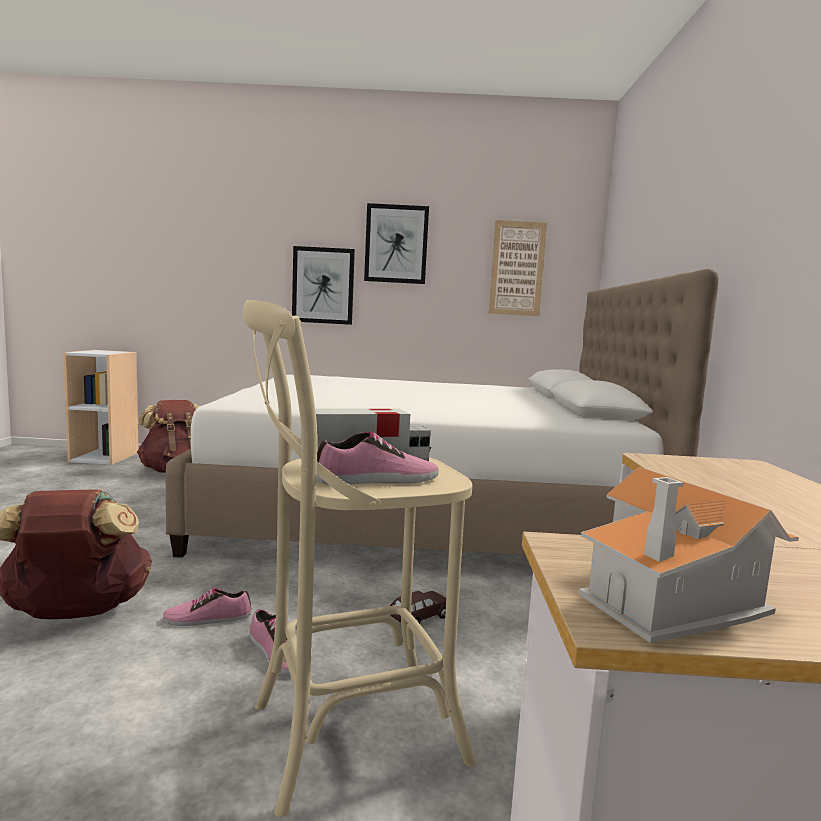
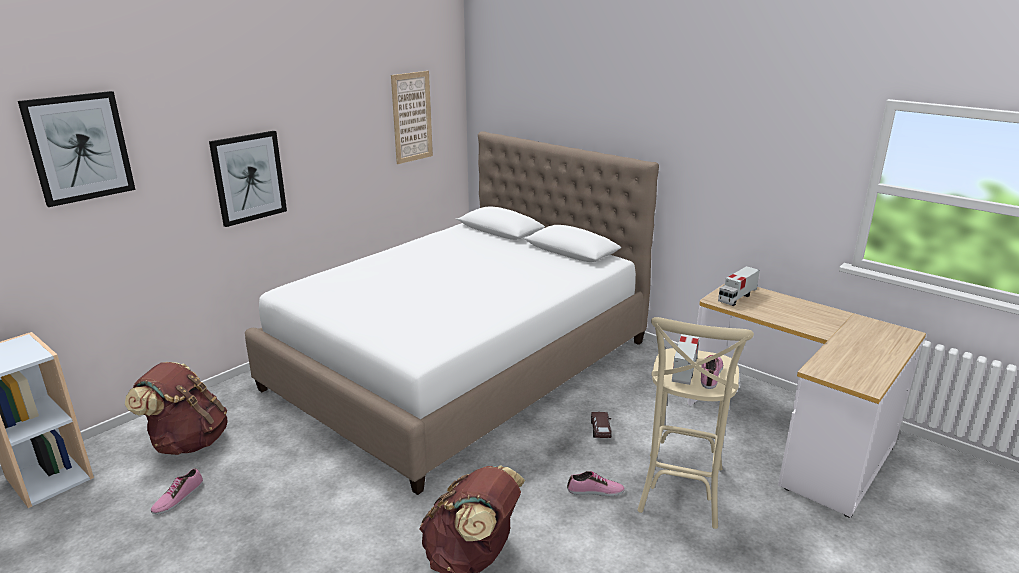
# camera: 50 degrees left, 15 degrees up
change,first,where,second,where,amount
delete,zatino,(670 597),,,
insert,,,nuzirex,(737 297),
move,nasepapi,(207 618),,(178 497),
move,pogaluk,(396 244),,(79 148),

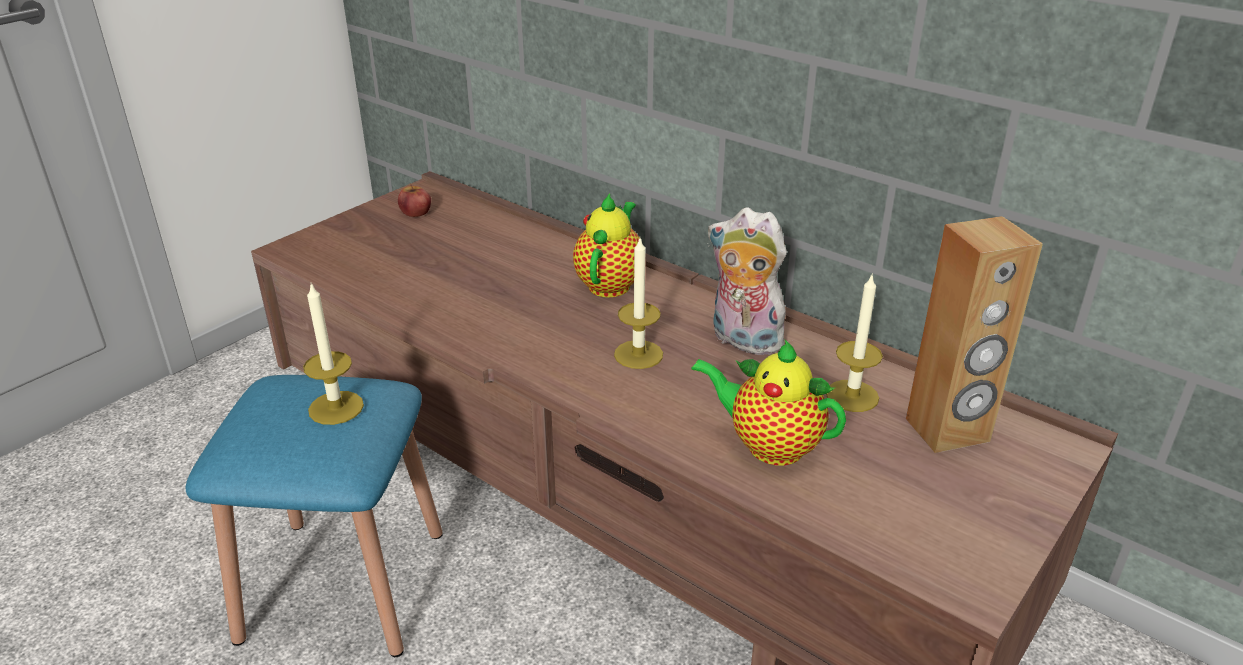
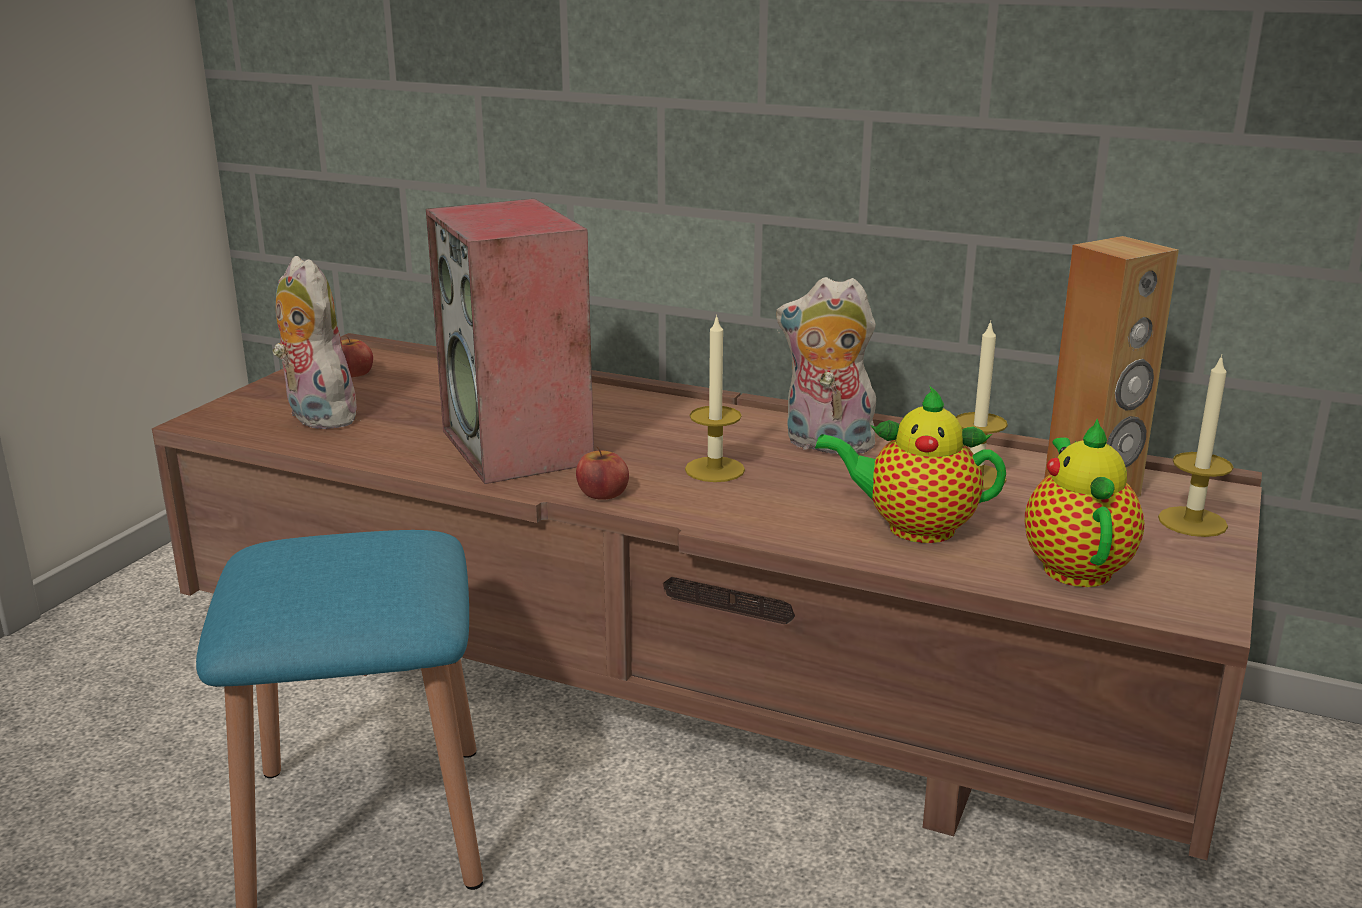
# camera: 15 degrees left, 10 degrees down
change,first,where,second,where,amount
insert,,,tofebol,(316 417),
insert,,,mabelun,(519 447),
insert,,,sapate,(602 492),
move,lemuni,(336 408),,(1192 522),
move,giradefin,(611 283),,(1074 566),

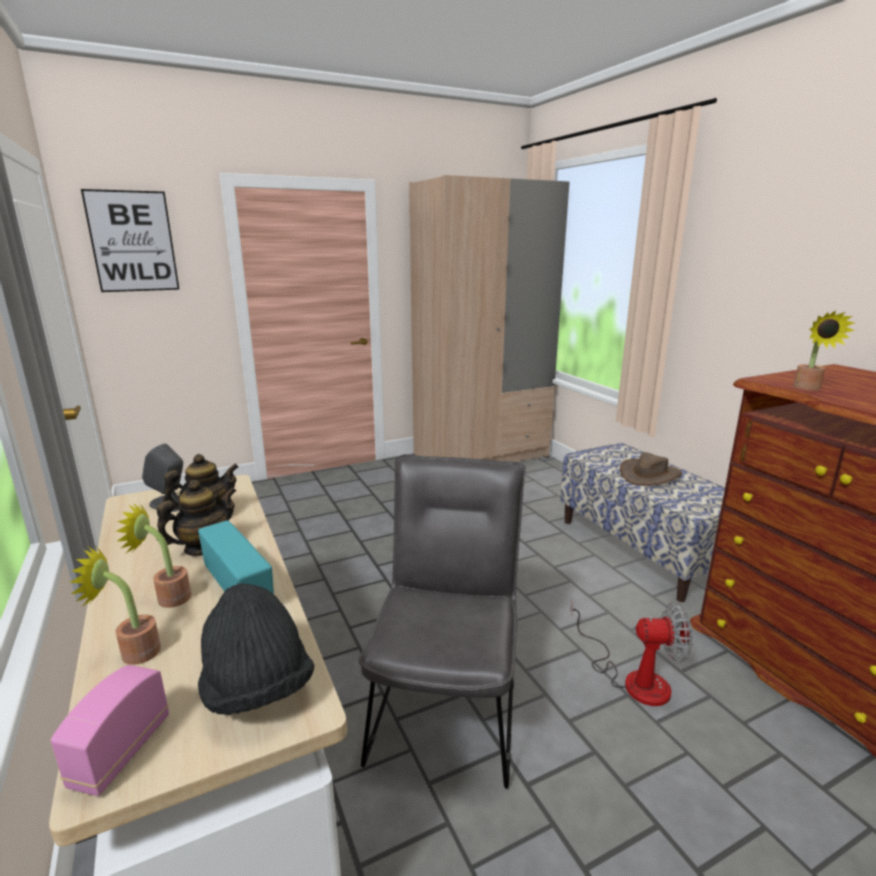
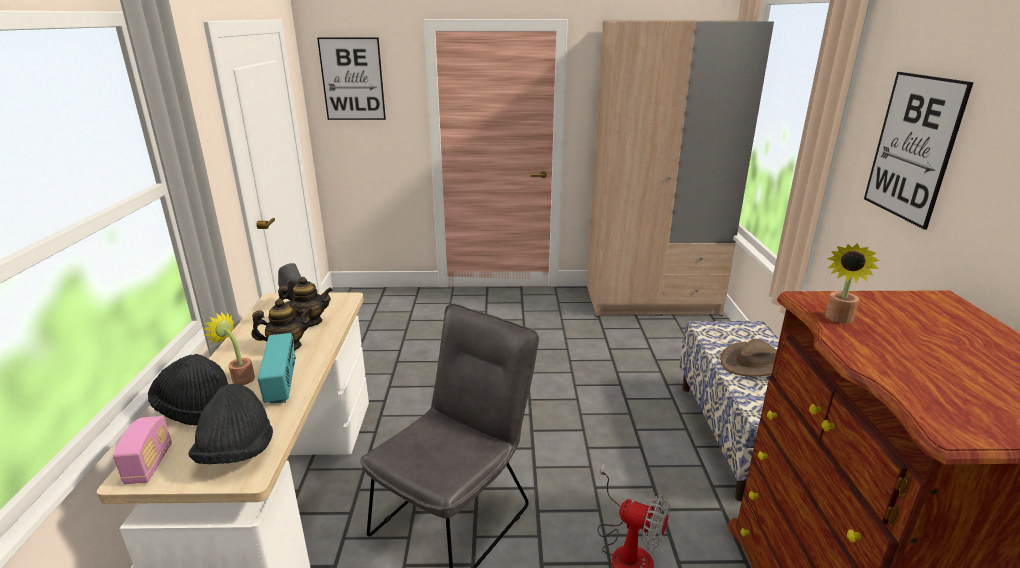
# camera: 25 degrees right, 5 degrees up
change,first,where,second,where,amount
insert,,,pogaluk,(913 148),
replace,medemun,(133 652),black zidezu,(197 408),
rotate,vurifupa,(121 751),,(149 464),135 degrees clockwise

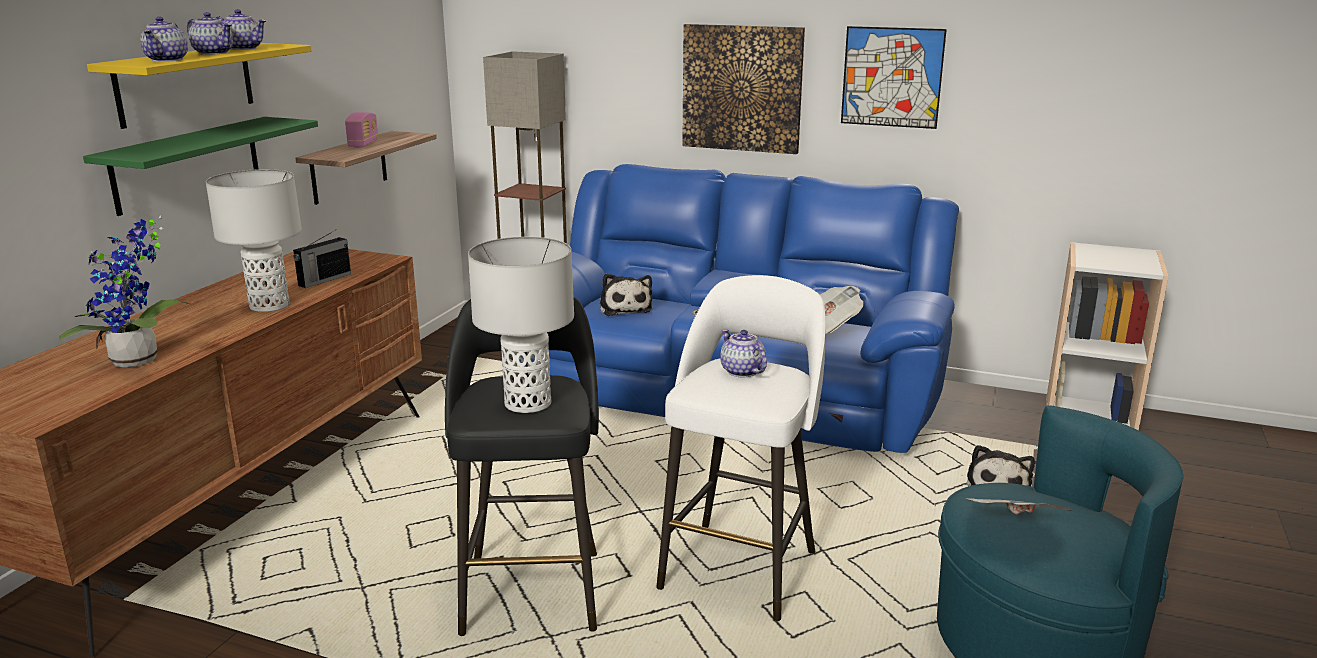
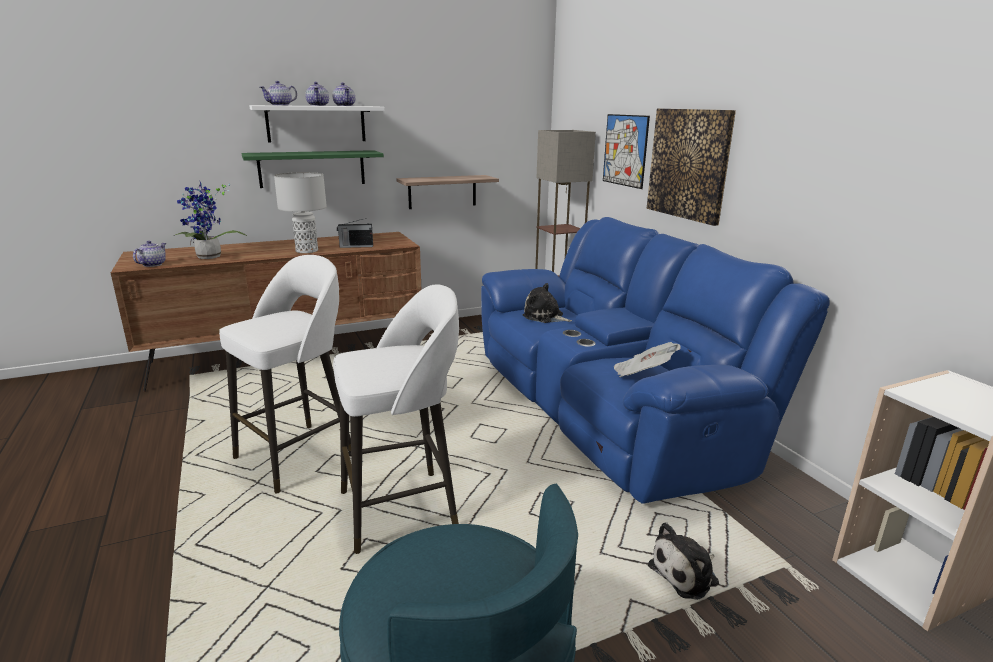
# camera: 45 degrees right, 0 degrees up
change,first,where,second,where,amount
delete,vurifupa,(363 144),,,
delete,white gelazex,(526 403),,,
delete,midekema,(1013 528),,,
move,giradefin,(741 371),,(153 264),
move,pogaluk,(892 77),,(625 150),
recolor,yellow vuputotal,(186 83),white vuputotal,(316 123),
recolor,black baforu,(533 588),white baforu,(298 455),
rotate,tofebol,(625 308),,(545 317),90 degrees clockwise

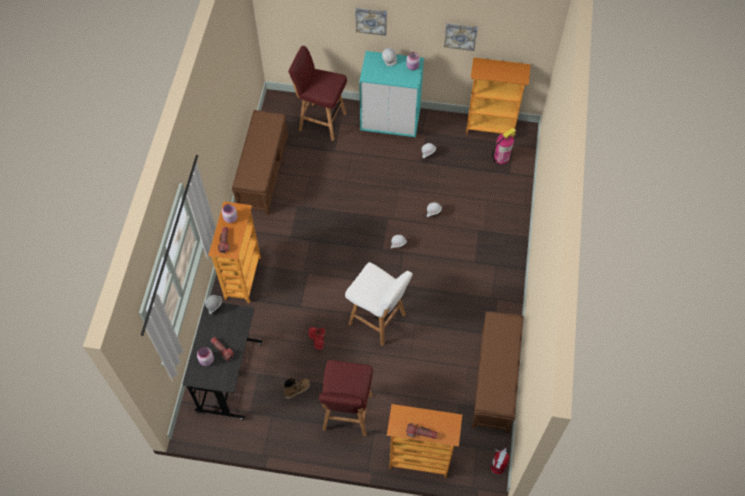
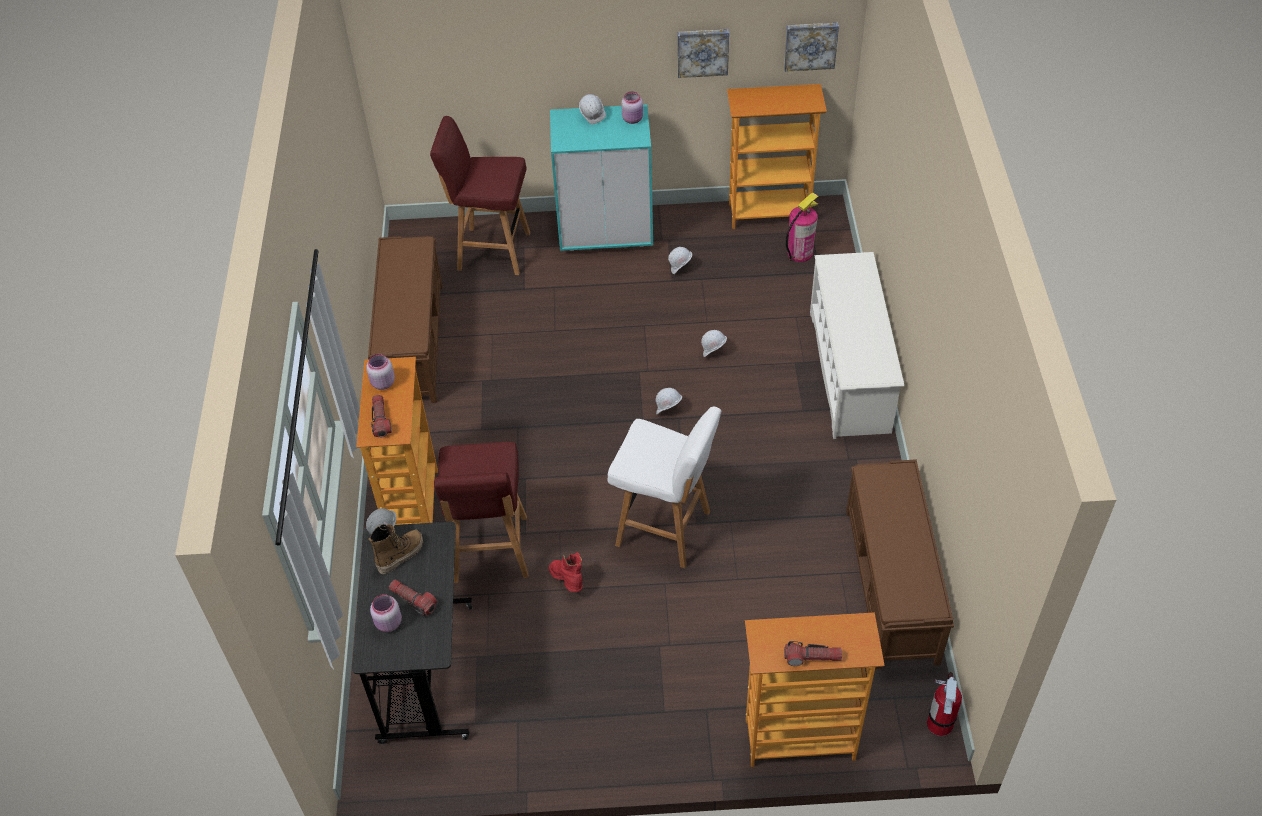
# camera: 10 degrees left, 10 degrees down
change,first,where,second,where,amount
insert,,,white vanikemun,(850 372),
move,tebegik,(297 389),,(400 555),
move,red baforu,(347 413),,(490 551),
move,pogaluk,(371 20),,(810 45),

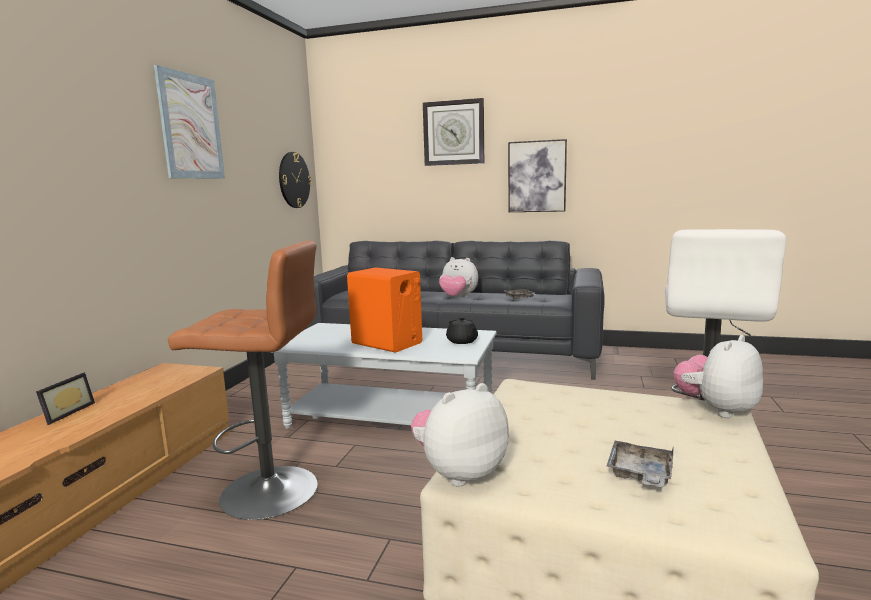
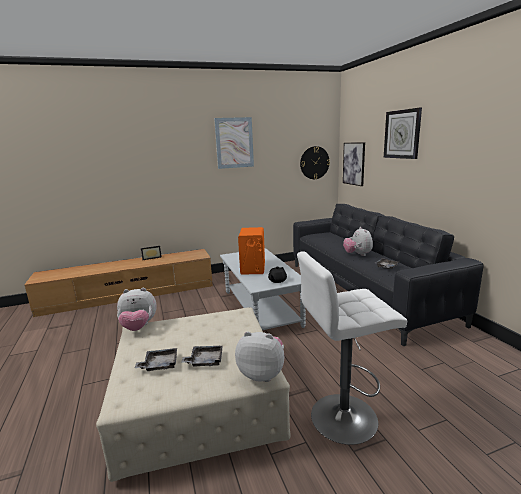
# camera: 55 degrees right, 5 degrees up
change,first,where,second,where,amount
delete,brown baforu,(270 492),,,
insert,,,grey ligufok,(205 361),
move,pogaluk,(537 176),,(354 163),
rotate,tofebol,(459 473),,(139 327),150 degrees clockwise

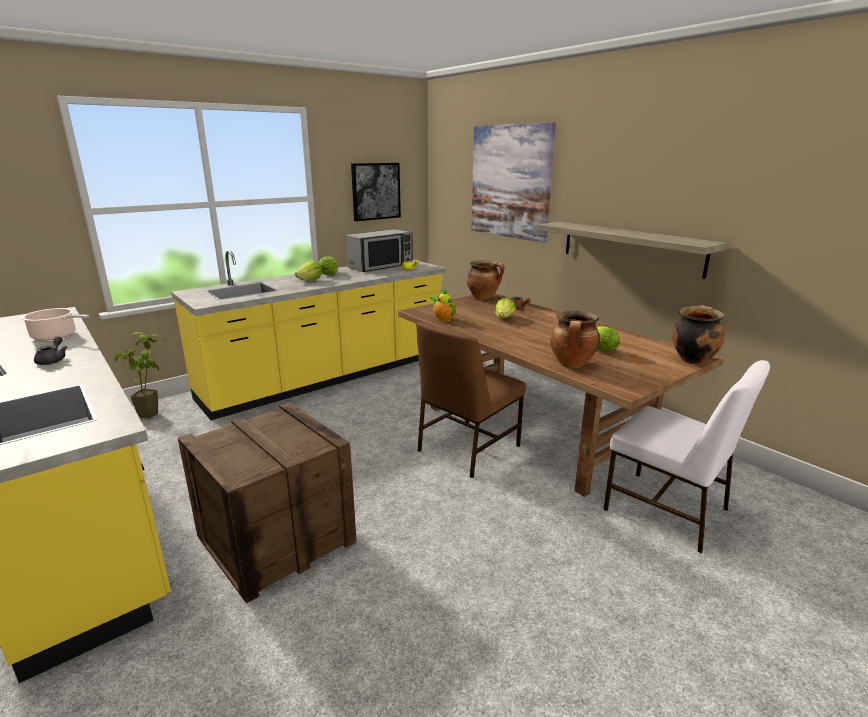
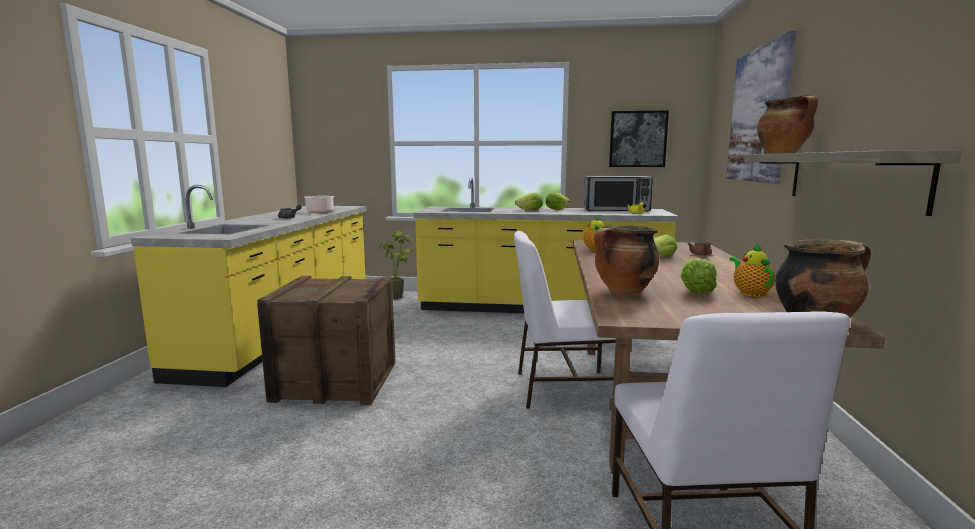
# camera: 45 degrees right, 10 degrees down
change,first,where,second,where,amount
insert,,,giradefin,(750 293),
move,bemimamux,(484 297),,(783 153),
recolor,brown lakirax,(467 449),white lakirax,(563 388),

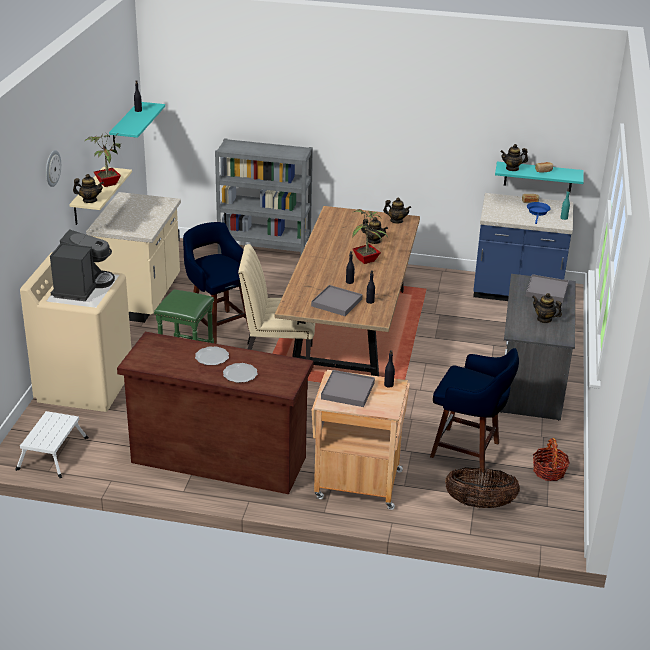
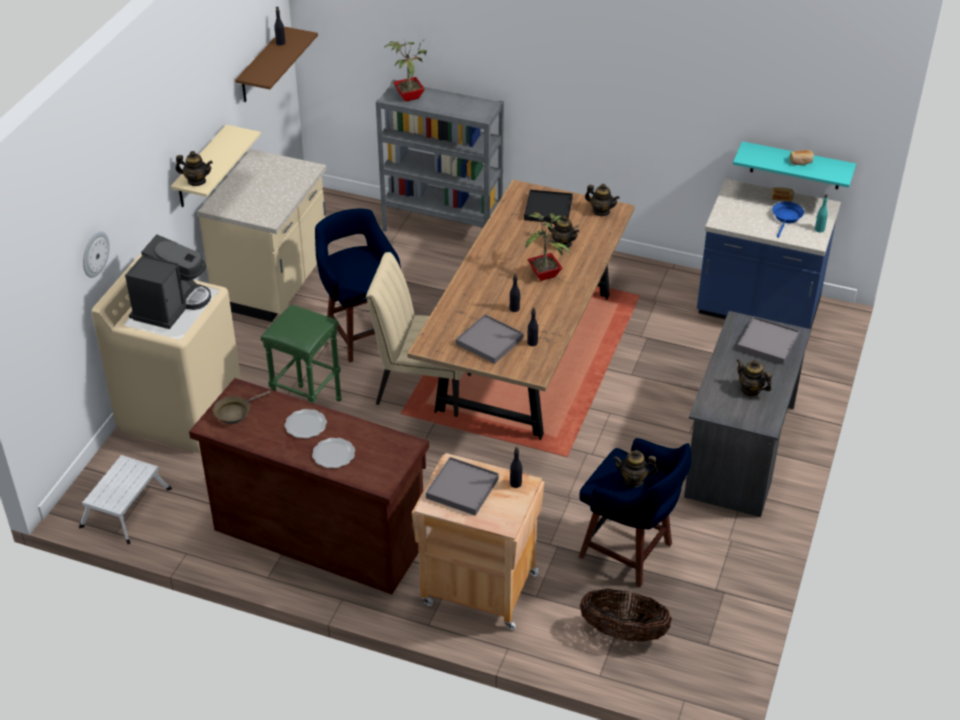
# camera: 10 degrees right, 10 degrees up
change,first,where,second,where,amount
delete,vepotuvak,(549 471),,,
insert,,,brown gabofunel,(235 412),
insert,,,black ligufok,(548 209),
move,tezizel,(52 168),,(94 254),
move,medemun,(107 183),,(408 96),
move,giradefin,(512 168),,(633 480),
recolor,turquoise vuputotal,(124 128),brown vuputotal,(262 66),

